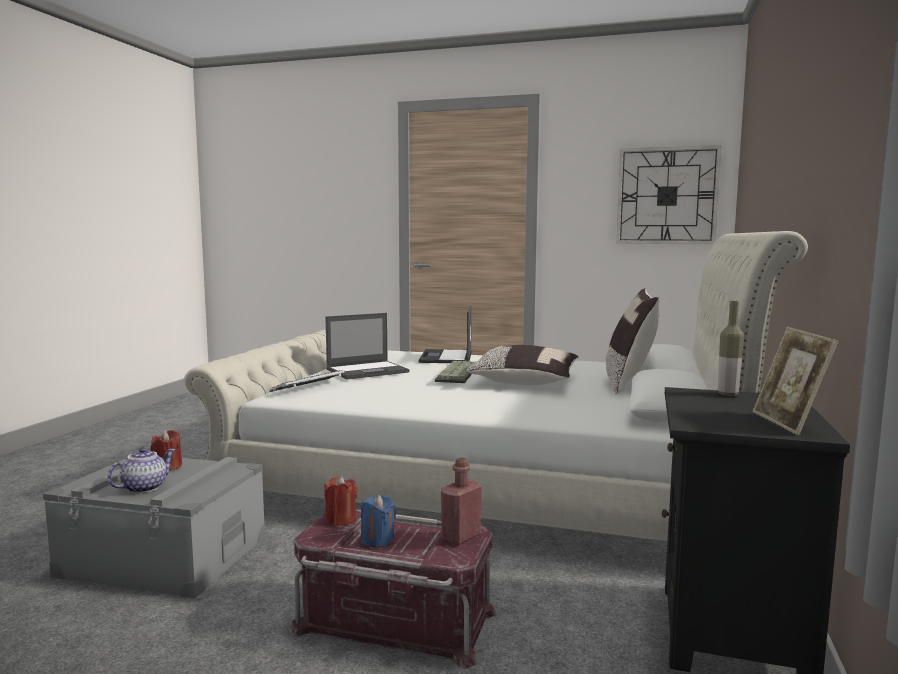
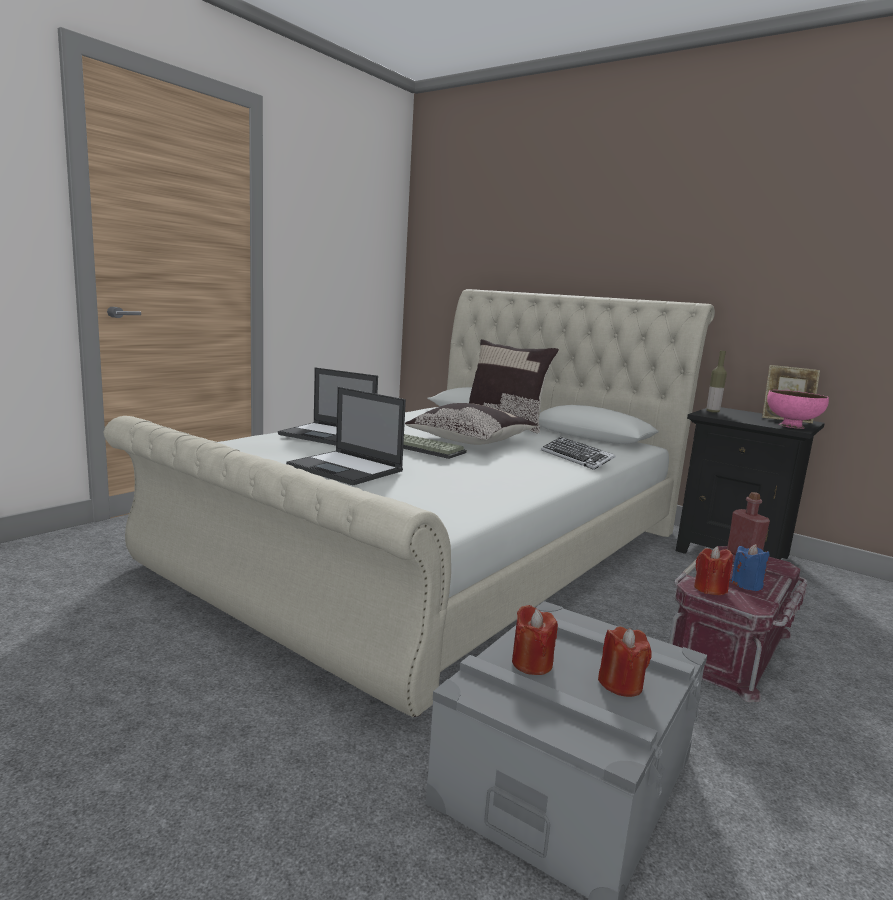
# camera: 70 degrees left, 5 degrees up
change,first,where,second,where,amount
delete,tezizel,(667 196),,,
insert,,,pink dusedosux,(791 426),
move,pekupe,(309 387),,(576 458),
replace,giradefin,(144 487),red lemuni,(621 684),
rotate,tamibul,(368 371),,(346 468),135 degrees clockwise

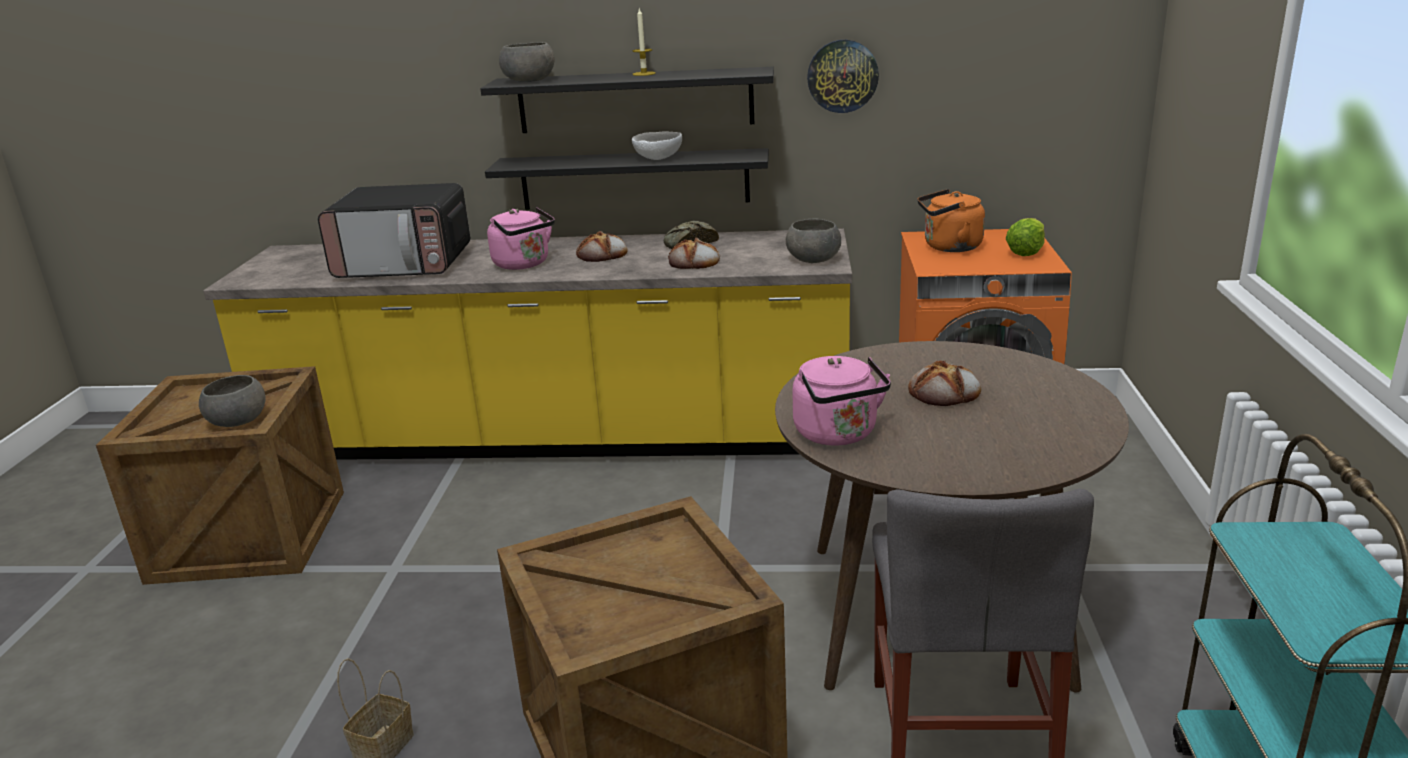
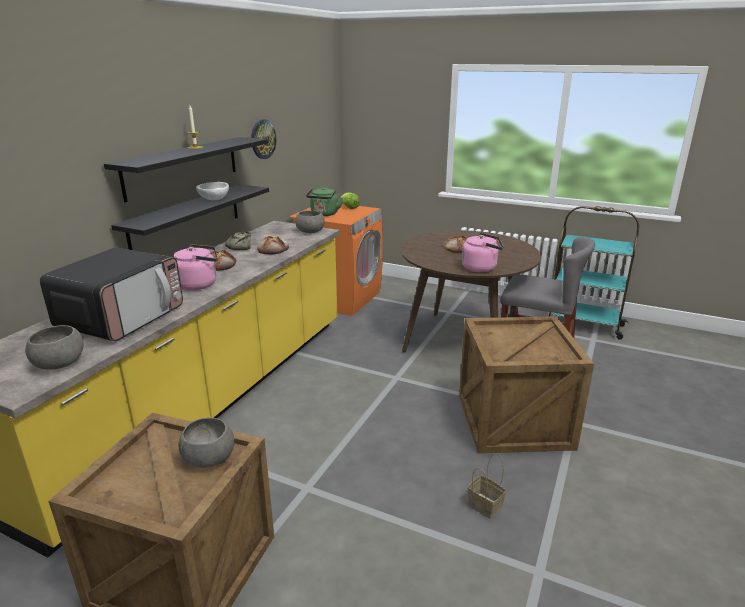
# camera: 70 degrees left, 0 degrees up
change,first,where,second,where,amount
move,grey dusedosux,(529 80),,(59 363),
recolor,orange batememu,(949 247),green batememu,(324 214),

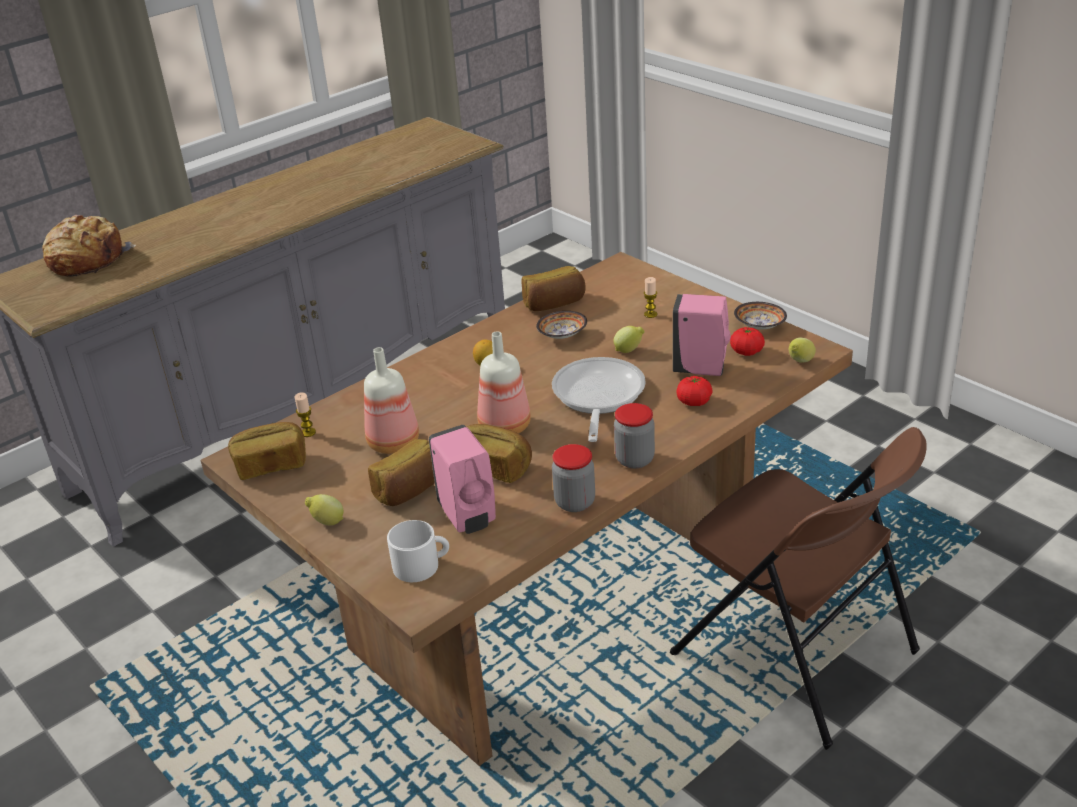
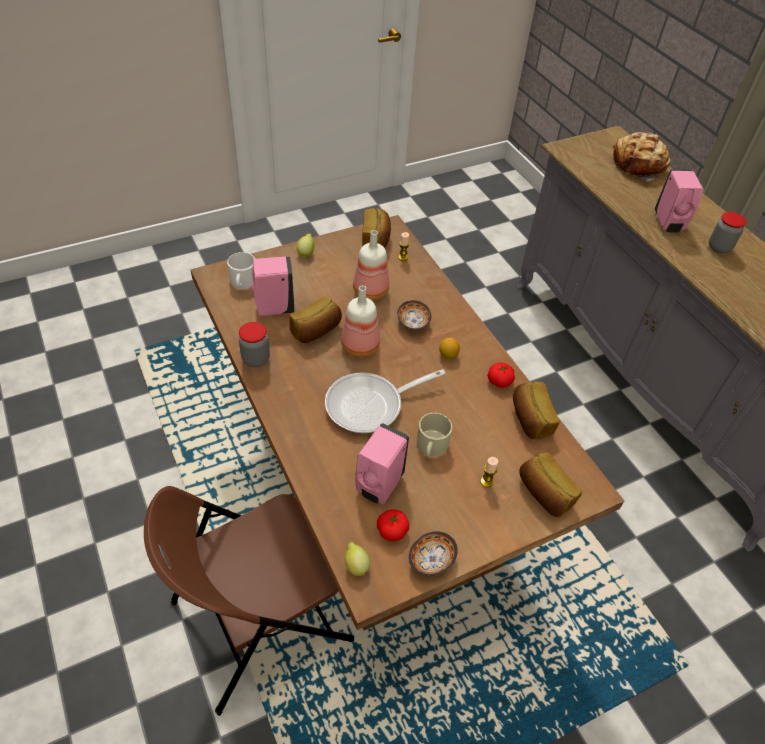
# camera: 100 degrees right, 15 degrees up
change,first,where,second,where,amount
insert,,,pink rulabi,(668 223),
move,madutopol,(411 489),,(544 494),
move,dusedosux,(562 336),,(413 323),
move,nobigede,(634 459),,(719 247),
move,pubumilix,(694 402),,(499 381),
replace,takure,(629 350),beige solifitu,(431 446),
rotate,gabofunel,(597 398),,(371 405),135 degrees clockwise

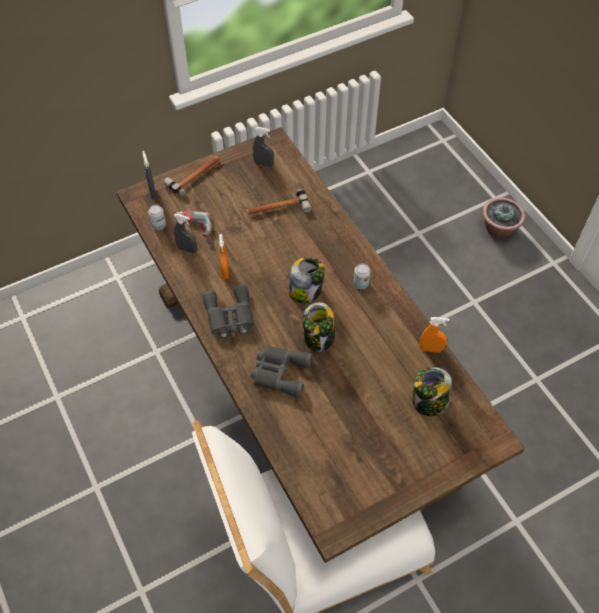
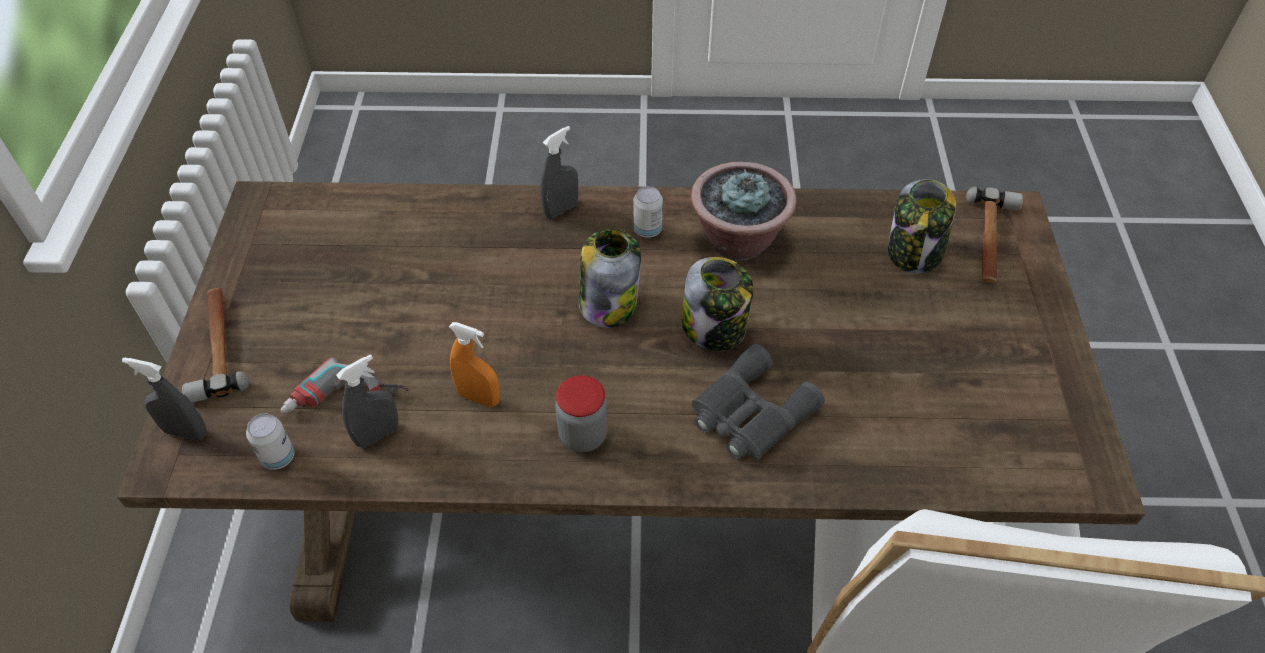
# camera: 60 degrees left, 5 degrees down
change,first,where,second,where,amount
delete,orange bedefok,(431 349),,,
move,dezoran,(277 209),,(991 241),
move,grey bedefok,(263 164),,(561 209),
move,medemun,(498 229),,(738 240),
replace,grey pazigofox,(229 317),nobigede,(583 435),

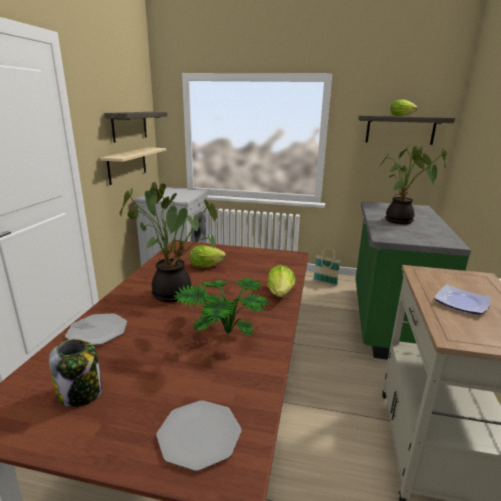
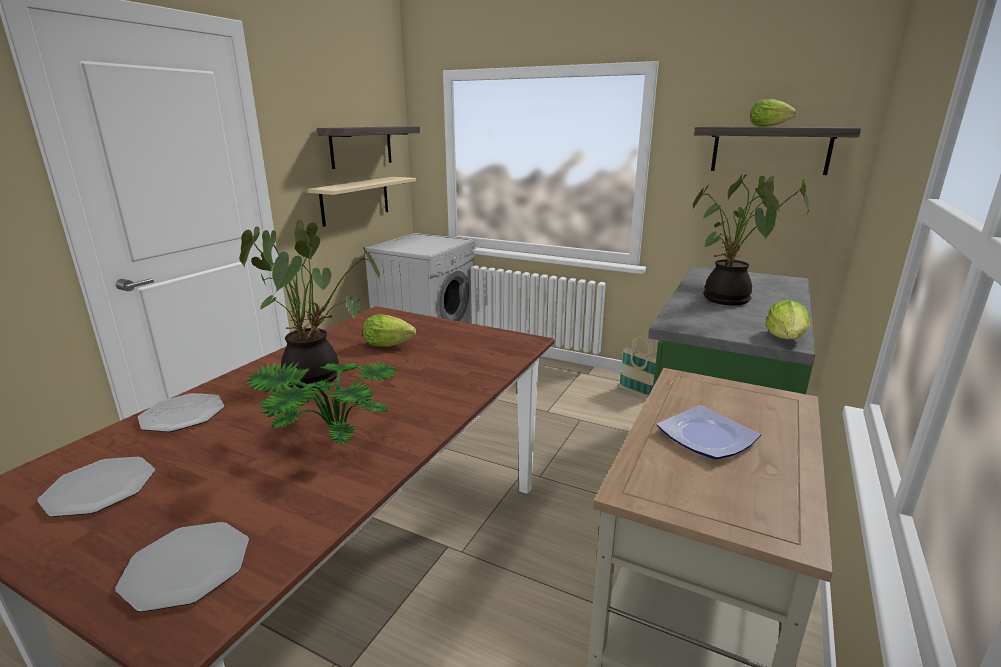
# camera: 15 degrees right, 0 degrees up
change,first,where,second,where,amount
move,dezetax,(280 293),,(786 339),
replace,nobigede,(81 393),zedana,(100 488),

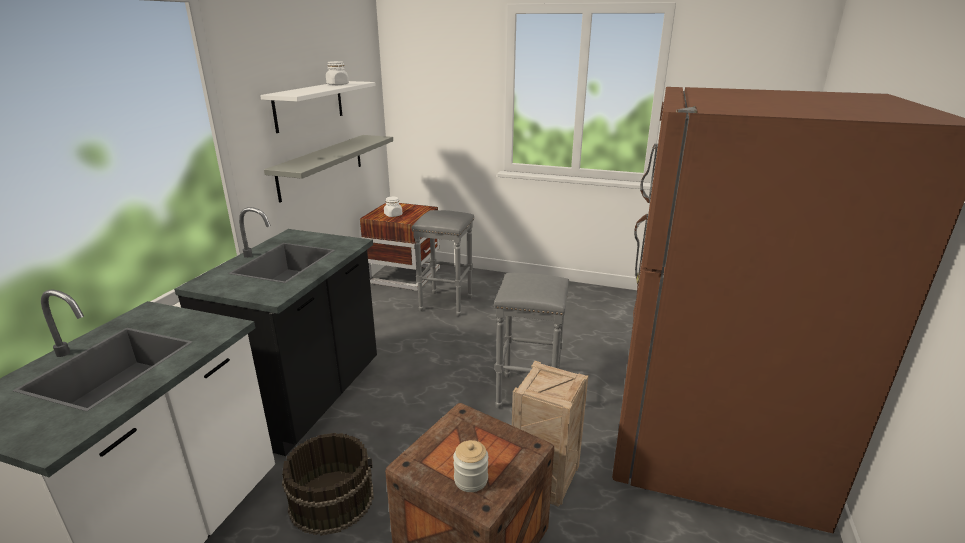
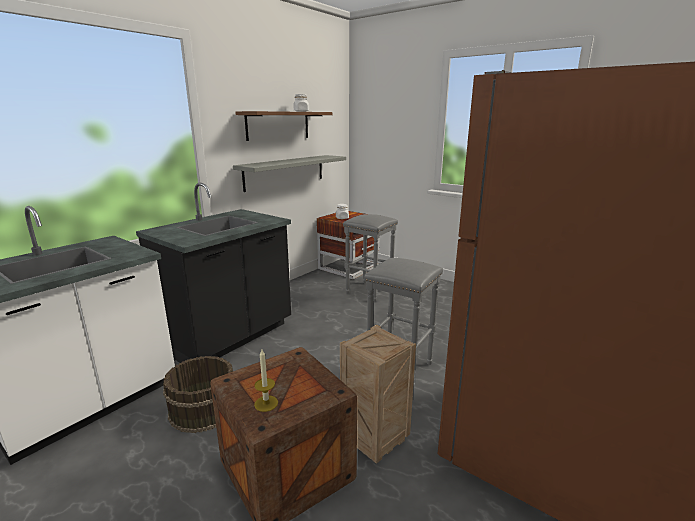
# camera: 20 degrees right, 5 degrees down
change,first,where,second,where,amount
replace,nobigede,(471 479),lemuni,(266 403),
recolor,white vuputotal,(309 105),brown vuputotal,(278 125),

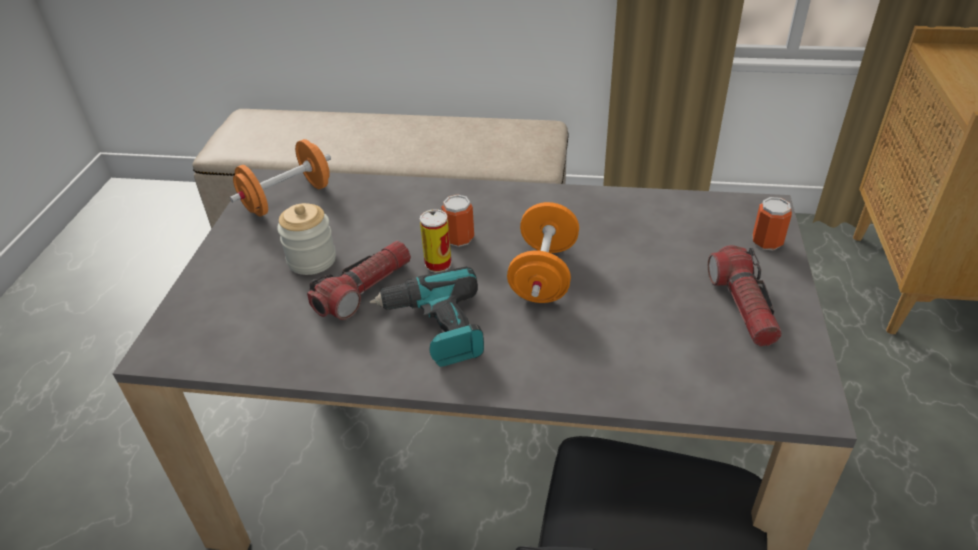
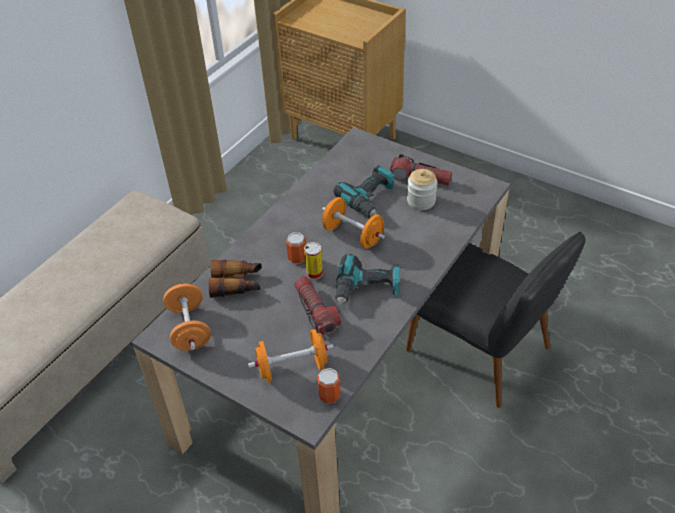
# camera: 65 degrees left, 5 degrees up
change,first,where,second,where,amount
insert,,,pazigofox,(237 284),
insert,,,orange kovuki,(292 367),
insert,,,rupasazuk,(370 199),
move,nobigede,(312 260),,(421 201),
move,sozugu,(767 242),,(329 395),

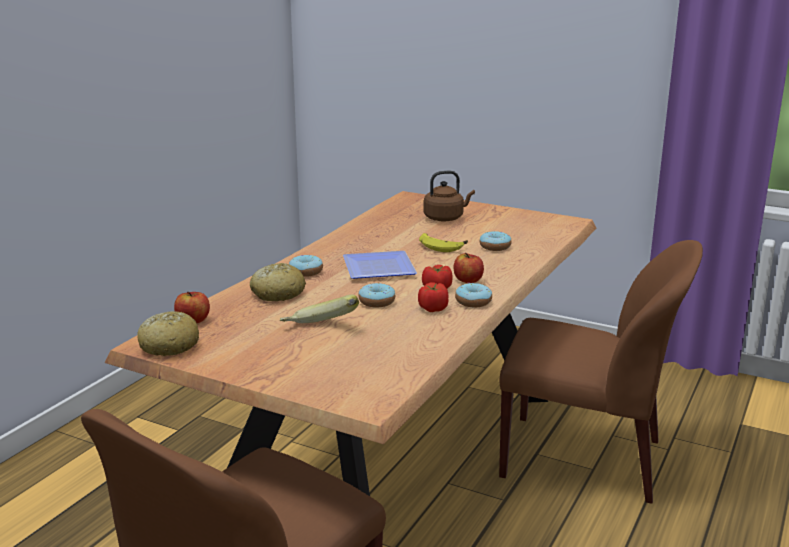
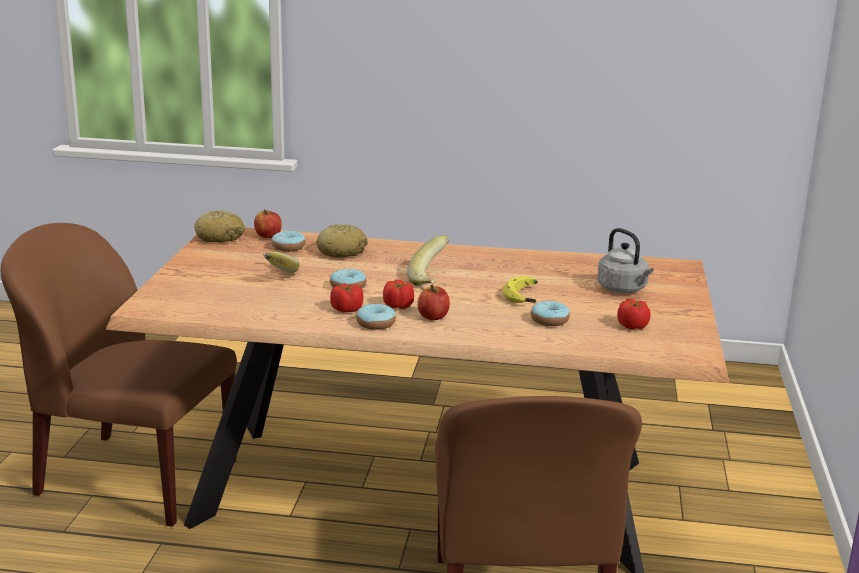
# camera: 70 degrees right, 0 degrees up
change,first,where,second,where,amount
insert,,,pubumilix,(632 326),
move,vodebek,(306 272),,(288 247),
replace,zedana,(381 269),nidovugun,(432 279),
recolor,brown batememu,(445 218),grey batememu,(623 289),

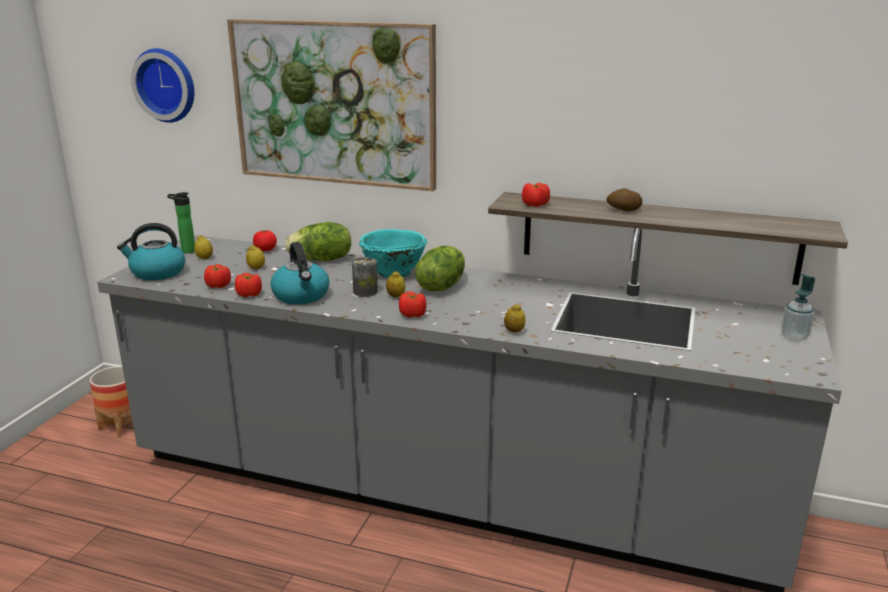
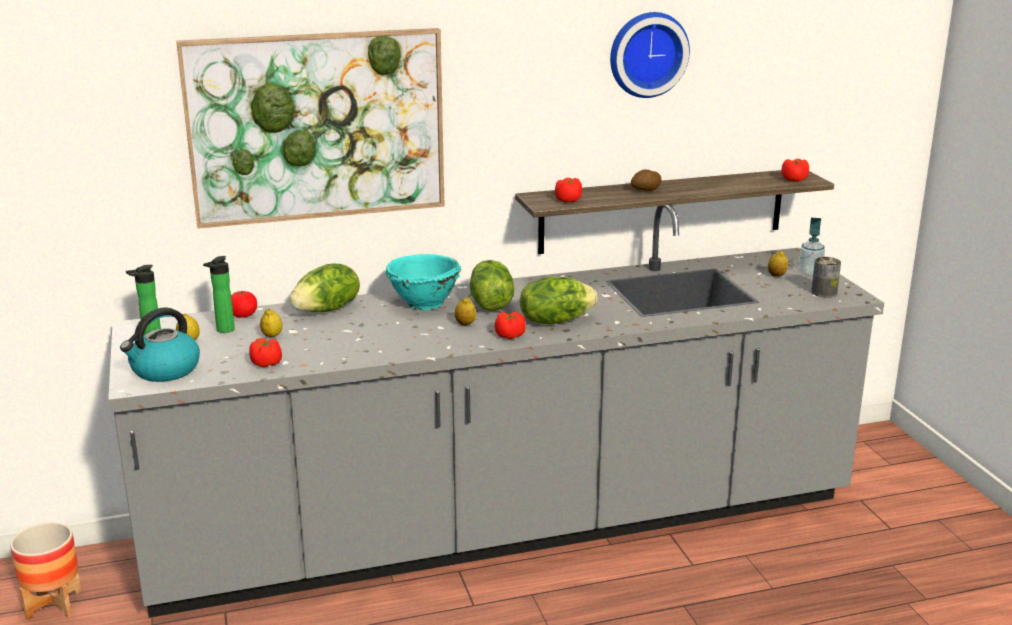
# camera: 35 degrees left, 0 degrees up
change,first,where,second,where,amount
delete,batememu,(301 296),,,
insert,,,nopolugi,(223 330),
insert,,,dezetax,(555 320),
move,tezizel,(167 85),,(647 54),
move,pubumilix,(249 295),,(794 180),
move,sozugu,(365 292),,(824 292),
move,takure,(514 331),,(776 275),

